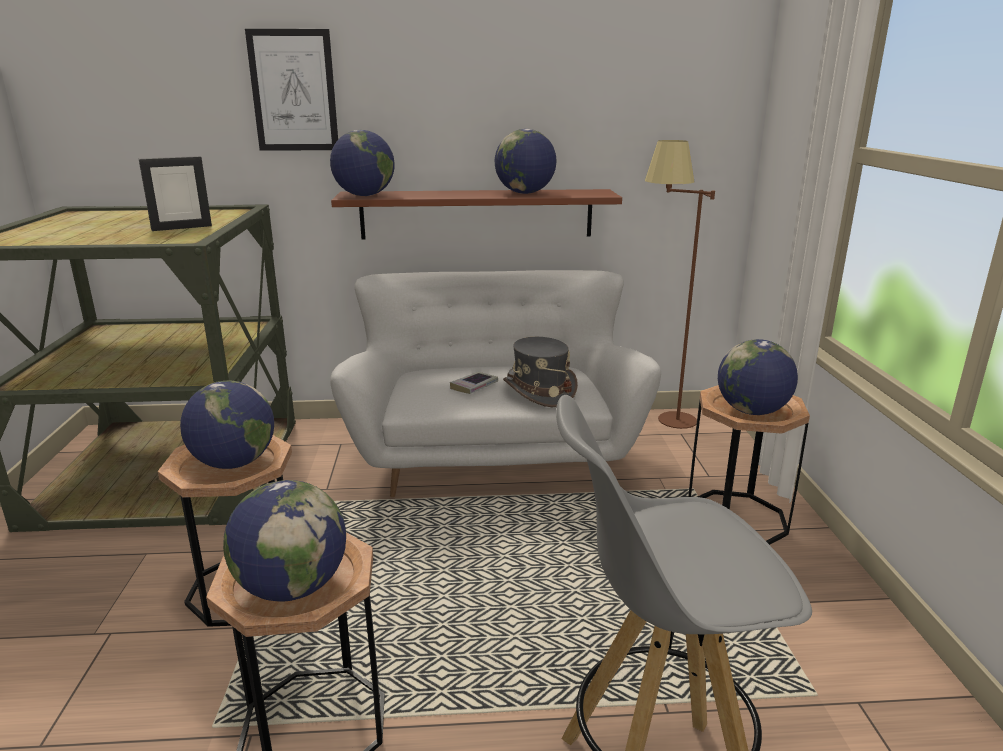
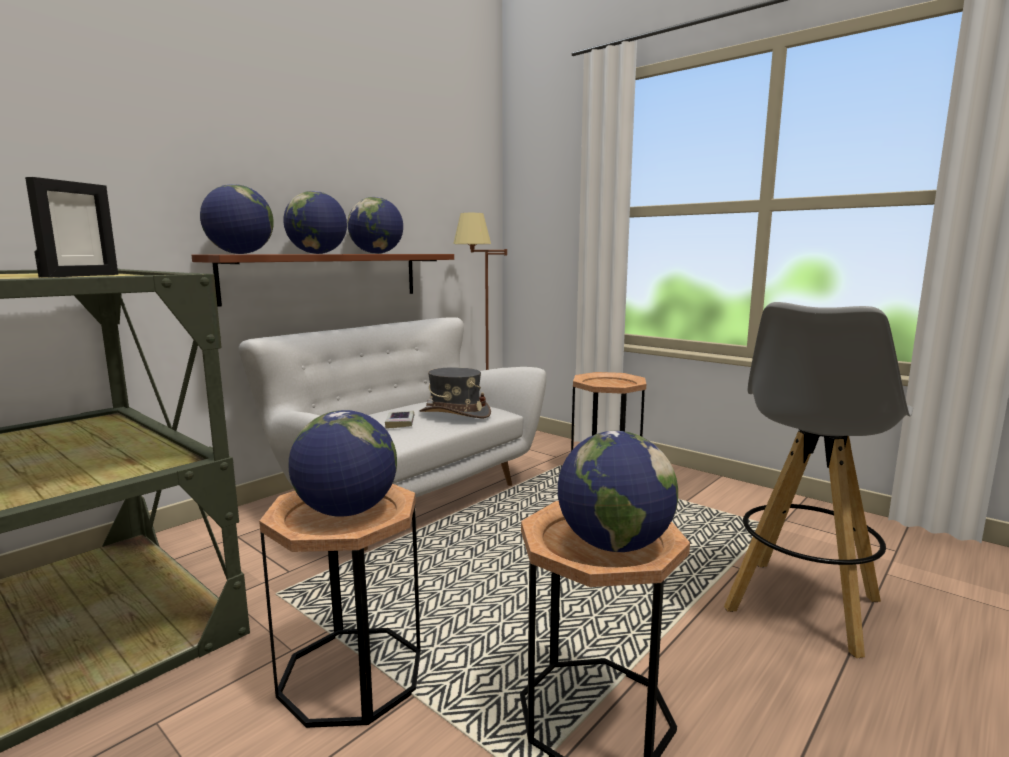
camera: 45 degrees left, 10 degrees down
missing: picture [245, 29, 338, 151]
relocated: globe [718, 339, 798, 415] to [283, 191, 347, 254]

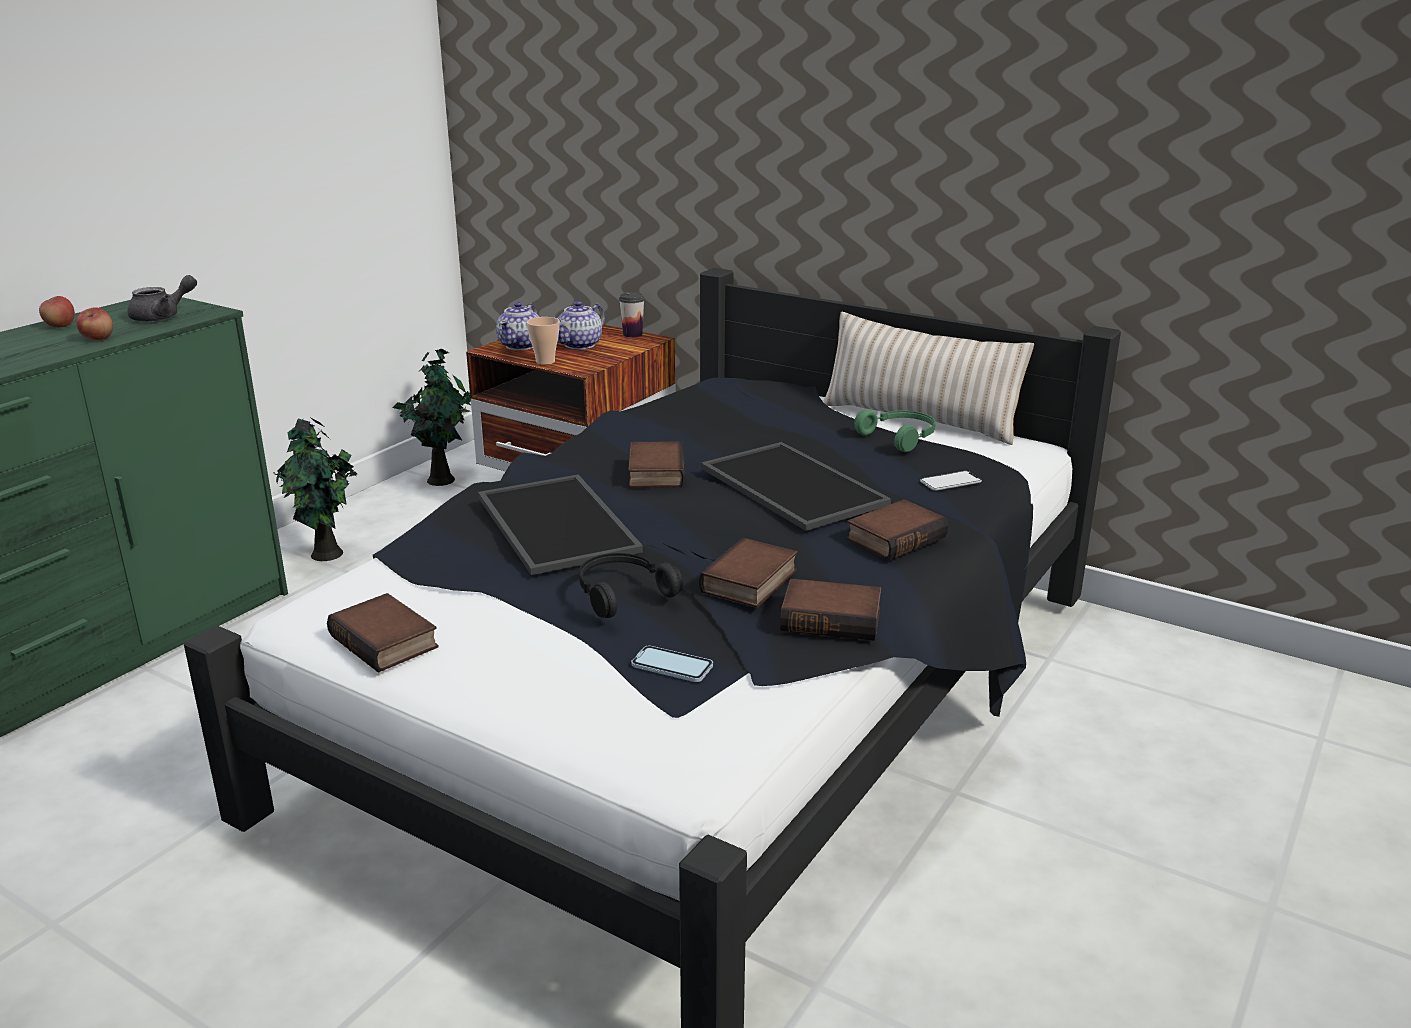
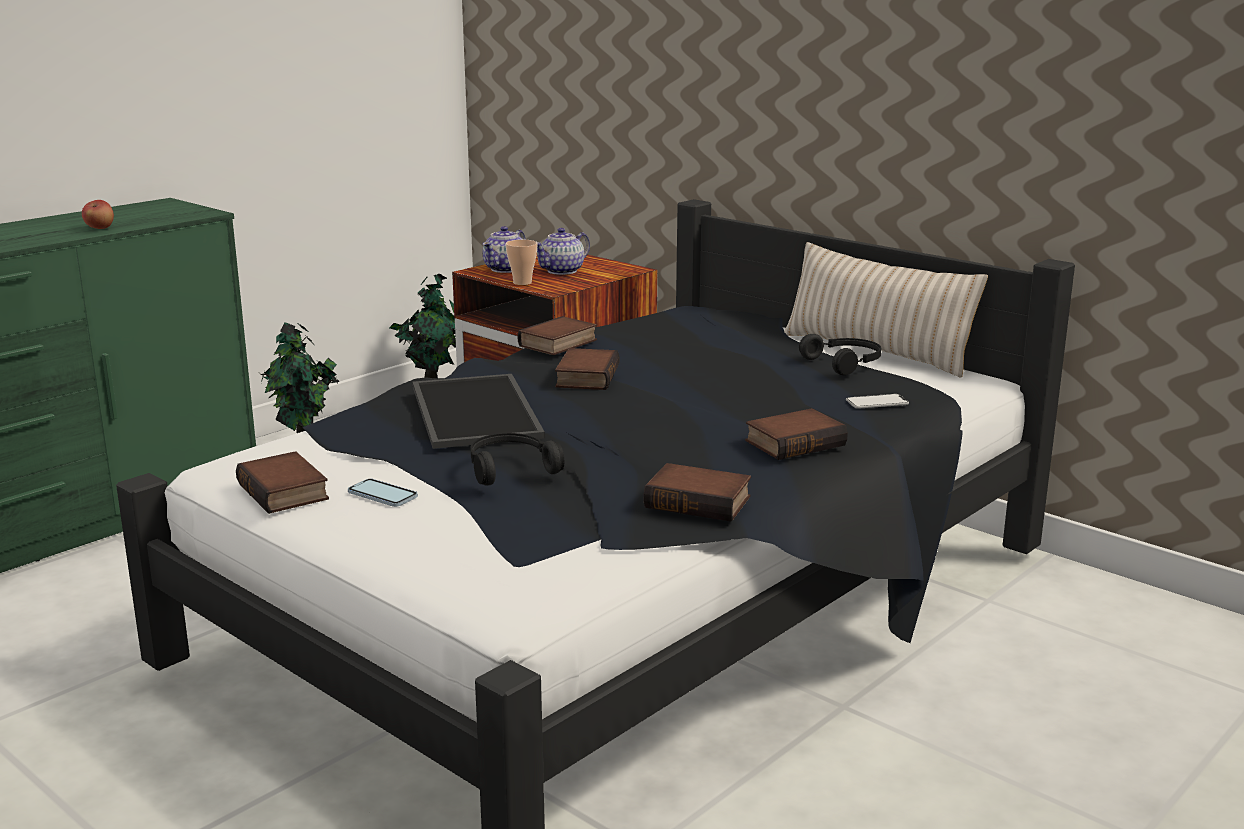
camera: 10 degrees right, 5 degrees down
missing: teapot (grey) [127, 275, 197, 322]; cup [619, 292, 645, 338]; apple [39, 296, 75, 328]; tray [701, 442, 891, 531]
relocated: book [699, 538, 798, 608] to [518, 316, 597, 355]; phone [631, 646, 713, 682] to [348, 479, 418, 507]
colour: headphones (green) [854, 409, 936, 452] to headphones (black) [799, 334, 881, 375]

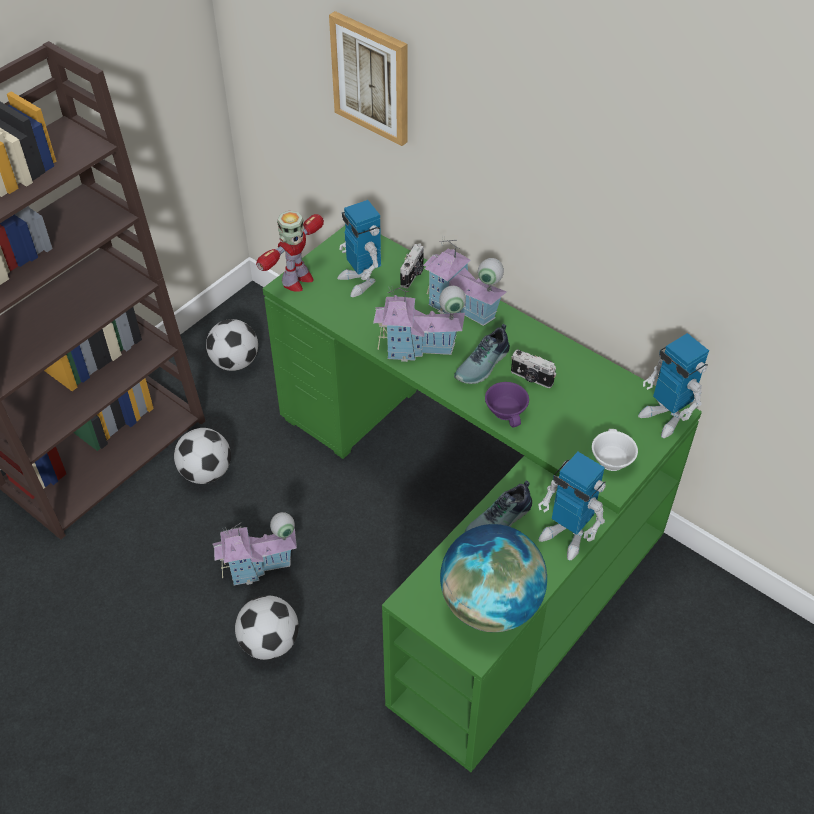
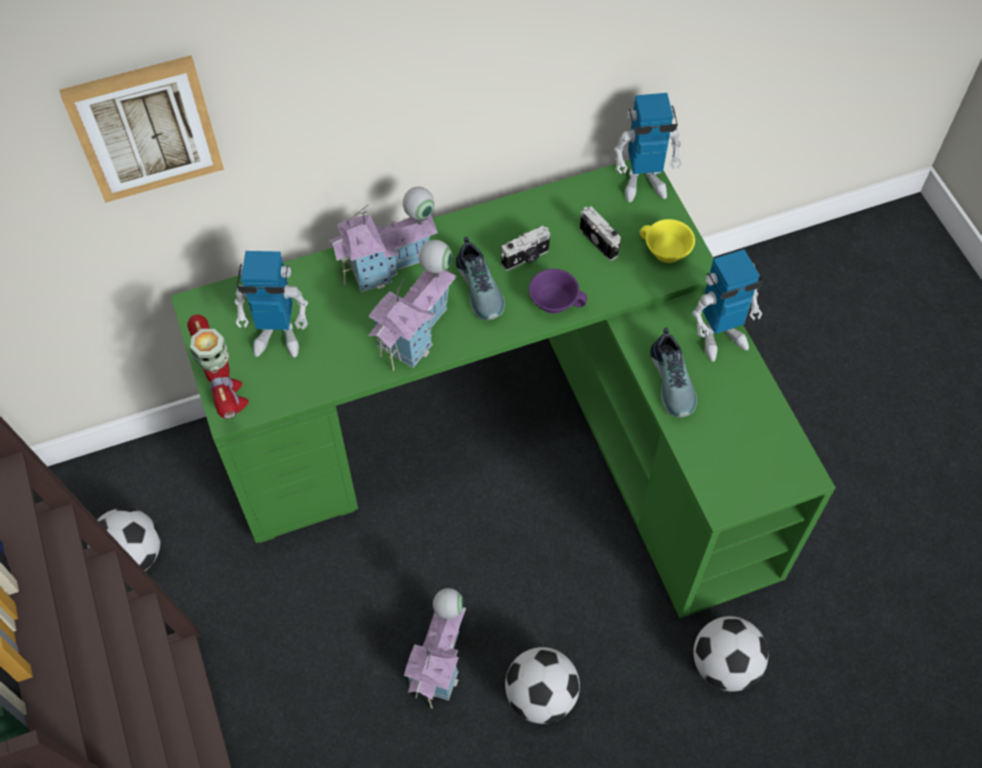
camera: 60 degrees left, 10 degrees up
missing: globe [440, 524, 547, 632]
relocated: photo camera [400, 243, 424, 289] to [580, 206, 621, 261]; football [174, 428, 231, 484] to [693, 616, 768, 691]
colour: cup (white) [592, 429, 638, 471] to cup (yellow) [640, 219, 695, 263]

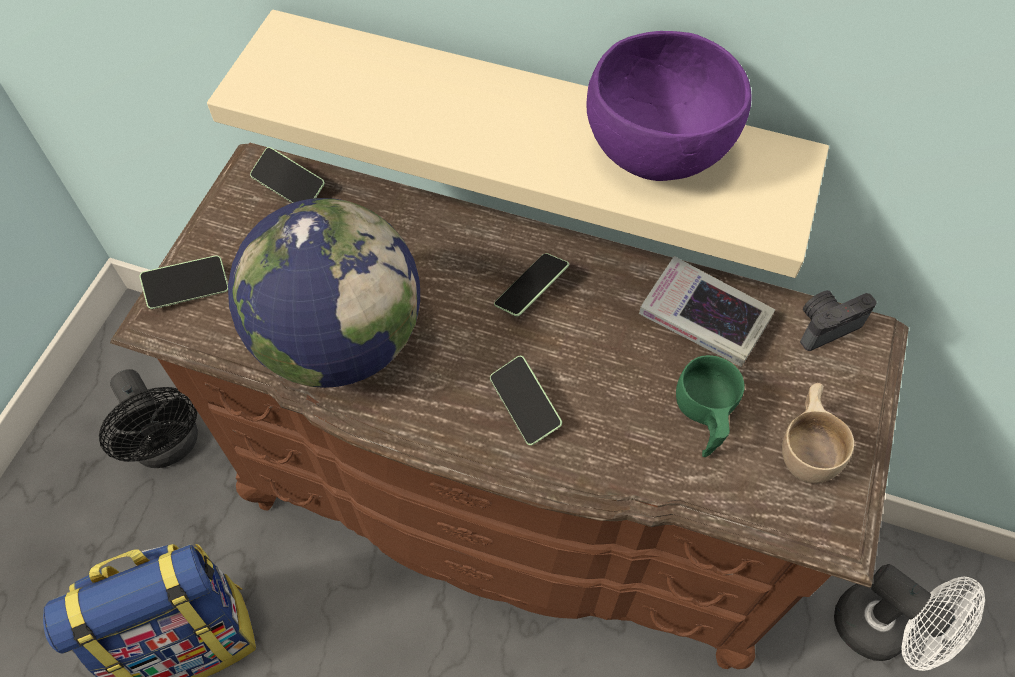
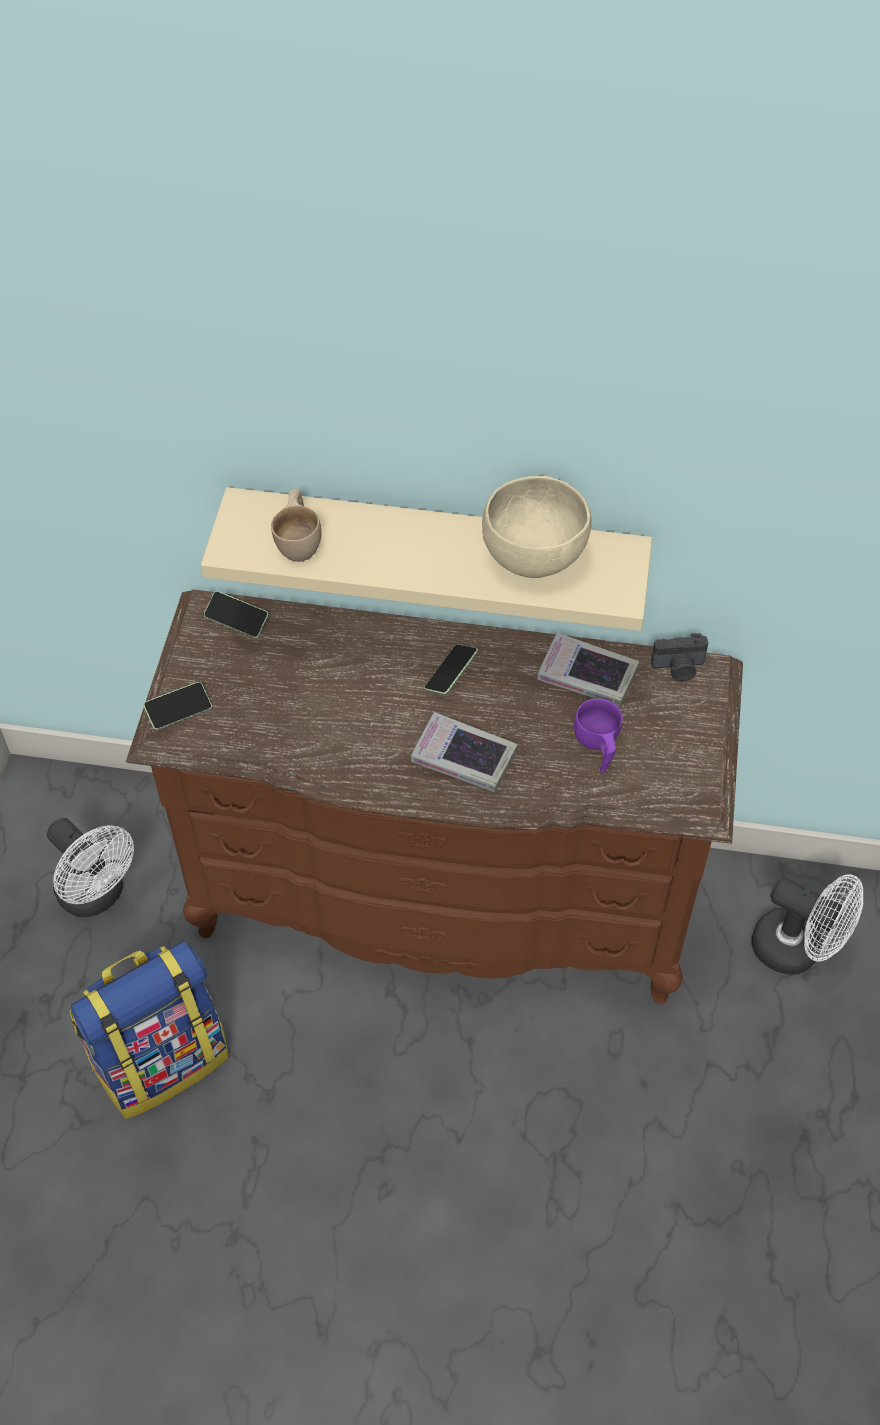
camera: 10 degrees left, 5 degrees down
missing: globe [228, 198, 420, 388]
relocated: cup (beige) [782, 383, 854, 483] to [271, 488, 322, 562]
exchanged: phone [490, 356, 562, 445] to book [411, 712, 518, 792]
colour: bowl (purple) [586, 31, 751, 181] to bowl (beige) [482, 476, 592, 578]; cup (green) [676, 355, 745, 457] to cup (purple) [574, 699, 623, 773]; fan (black) [99, 369, 198, 468] to fan (white) [47, 818, 134, 917]
spun: photo camera [800, 290, 877, 351] = [651, 634, 708, 681] 150 degrees counterclockwise

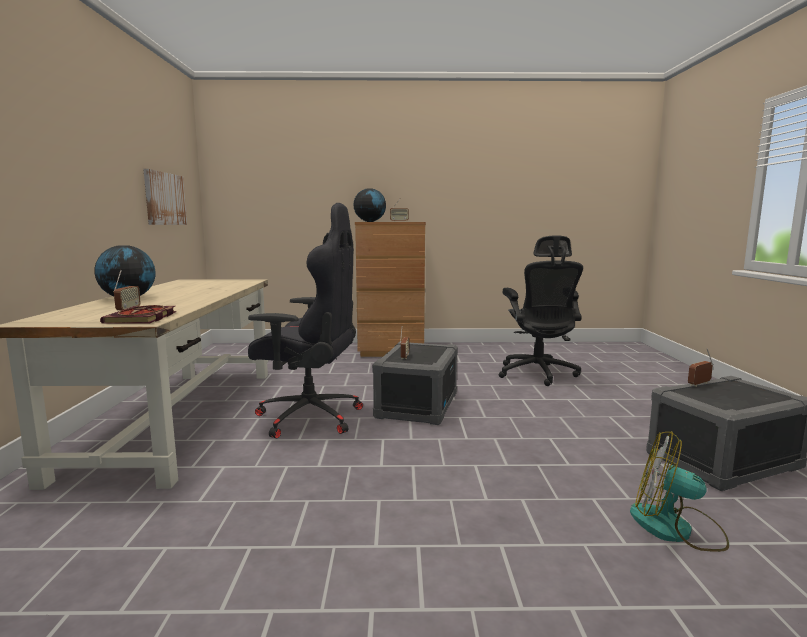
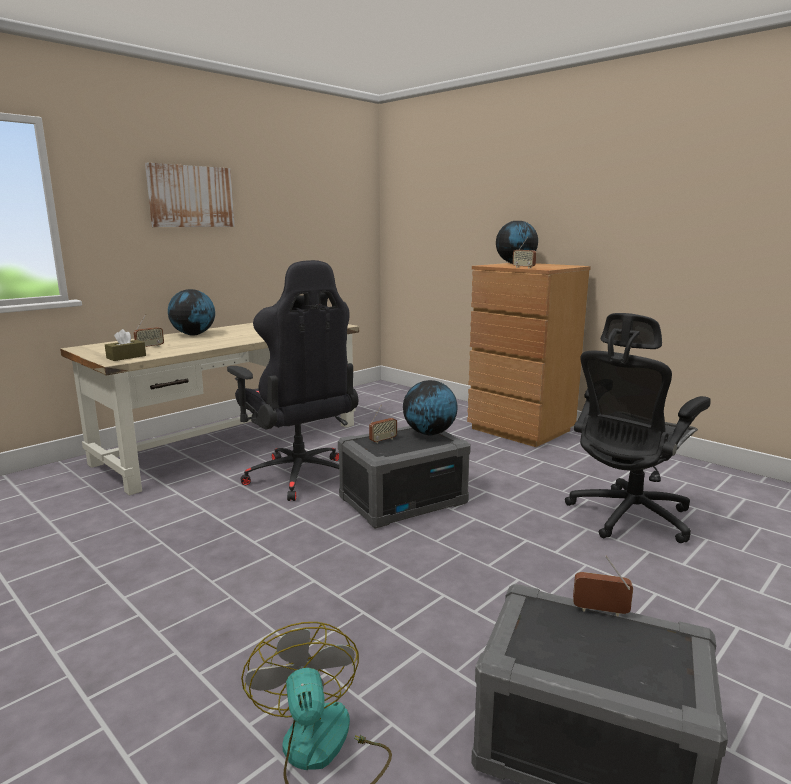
camera: 45 degrees right, 5 degrees up
appeared: globe [403, 380, 458, 435]
relocated: picture [143, 169, 187, 225] to [145, 163, 235, 227]
exchanged: book [100, 305, 177, 323] to tissue box (brown) [105, 329, 146, 361]

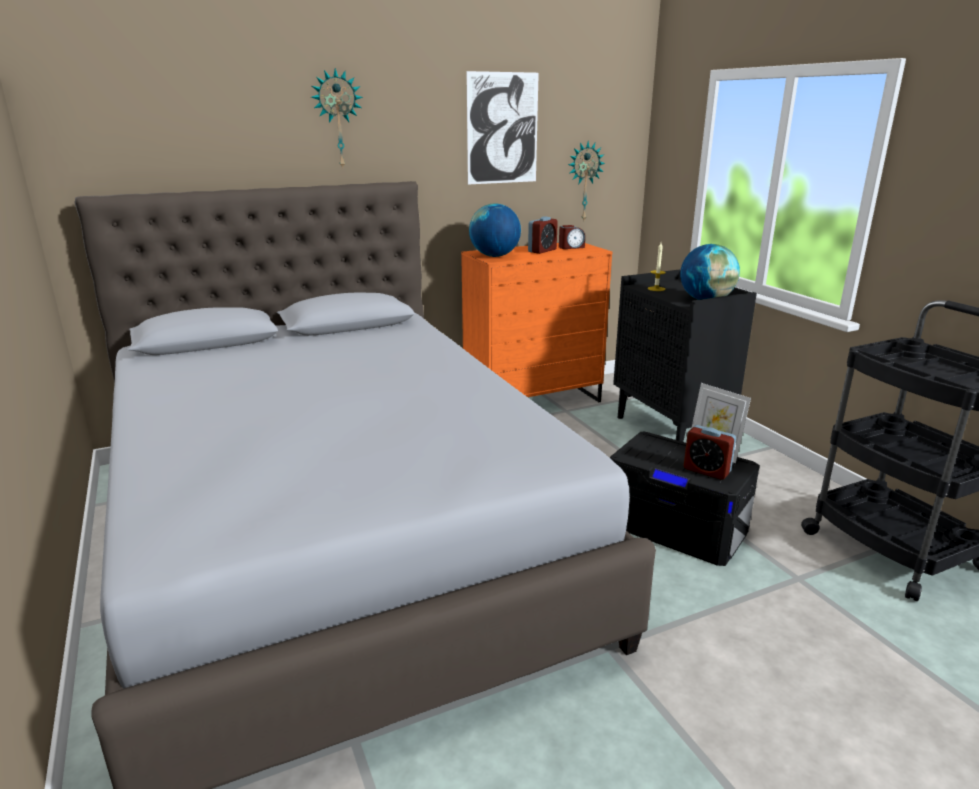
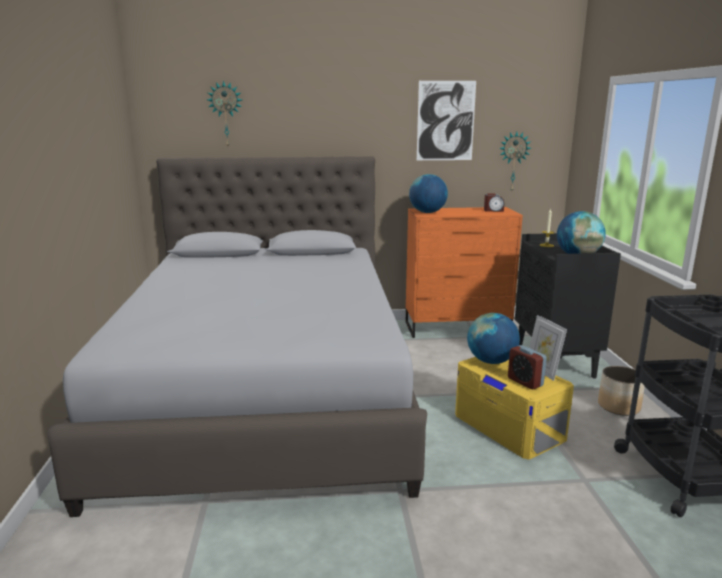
camera: 20 degrees right, 5 degrees down
missing: alarm clock [528, 216, 558, 254]
appeared: globe [467, 313, 520, 364]; planter [598, 366, 645, 416]
relocated: wall clock [311, 68, 363, 170] to [207, 80, 242, 146]
colour: storage box (black) [610, 432, 760, 566] to storage box (yellow) [455, 357, 574, 460]

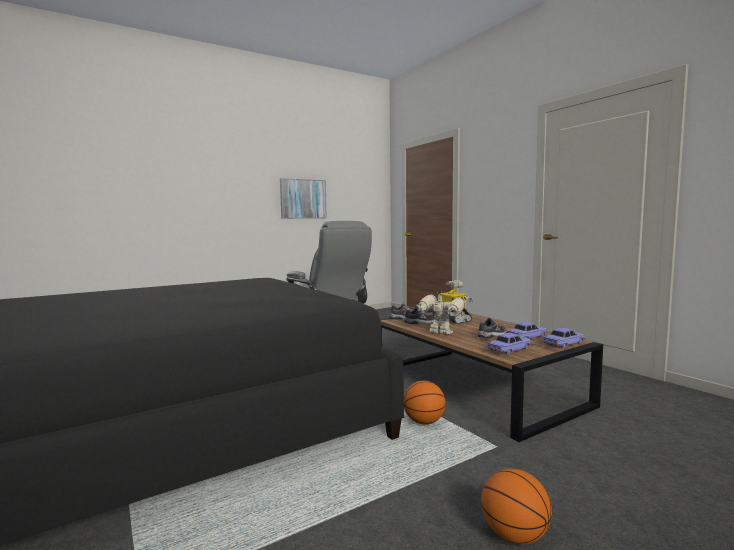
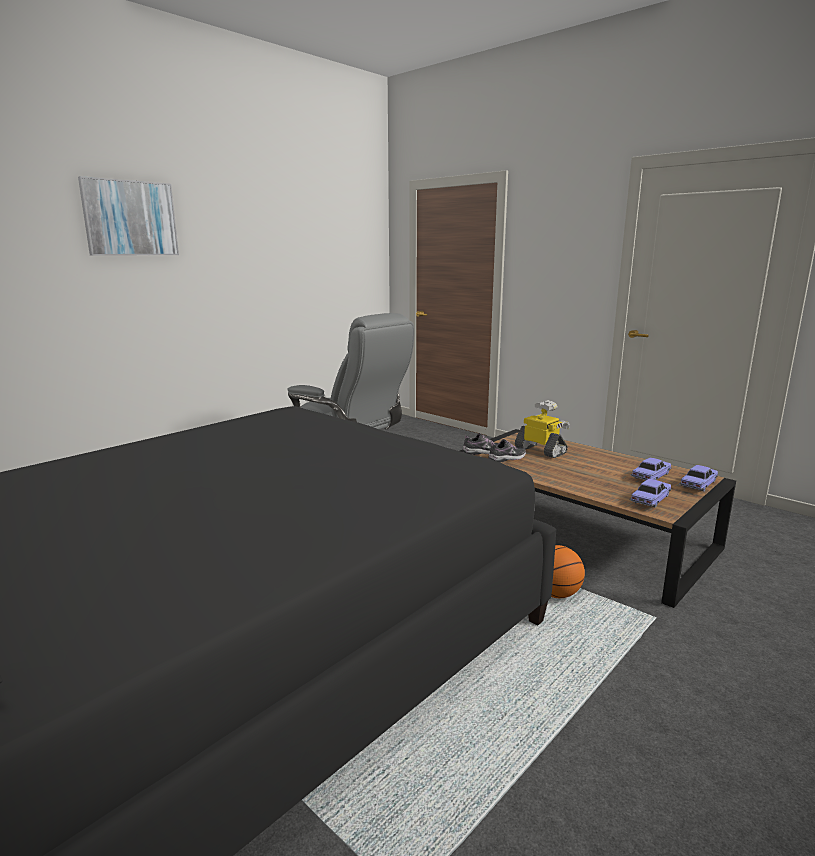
camera: 15 degrees left, 10 degrees up
missing: toy robot [416, 292, 465, 334]; shoe [478, 318, 506, 338]; basketball [481, 469, 552, 545]
relocated: picture [280, 178, 327, 219] to [78, 176, 179, 256]

